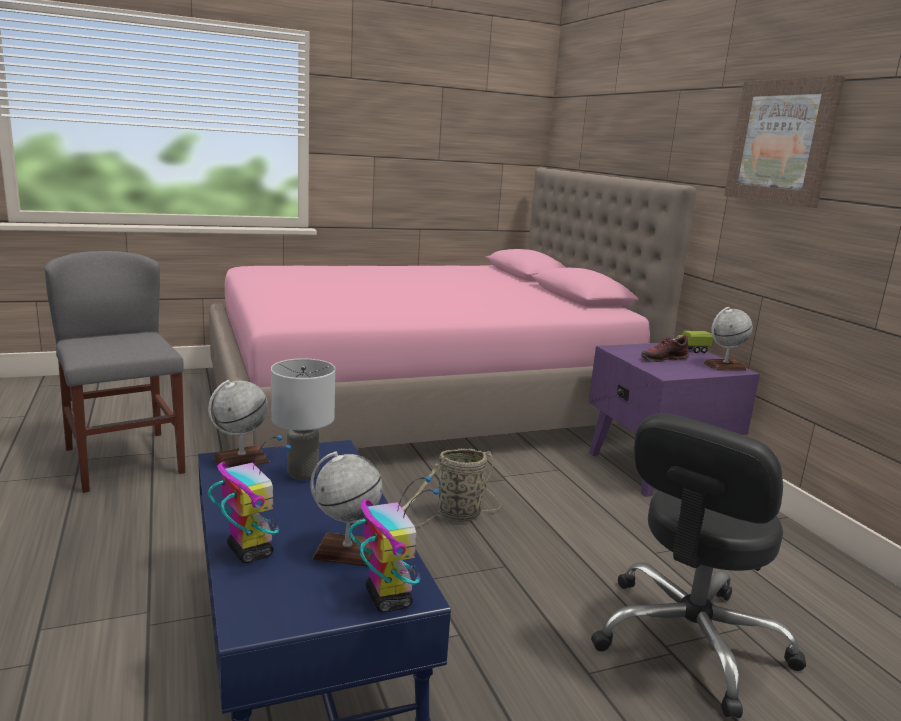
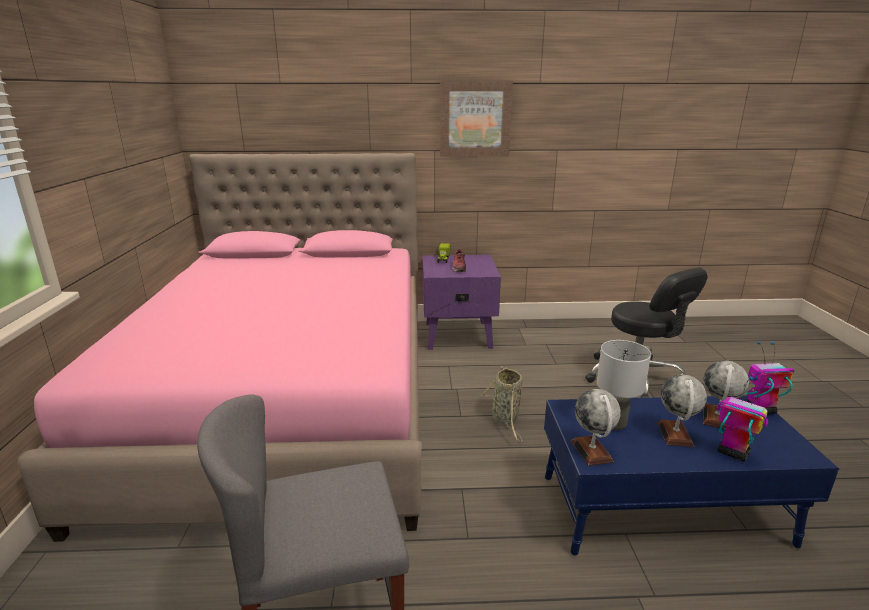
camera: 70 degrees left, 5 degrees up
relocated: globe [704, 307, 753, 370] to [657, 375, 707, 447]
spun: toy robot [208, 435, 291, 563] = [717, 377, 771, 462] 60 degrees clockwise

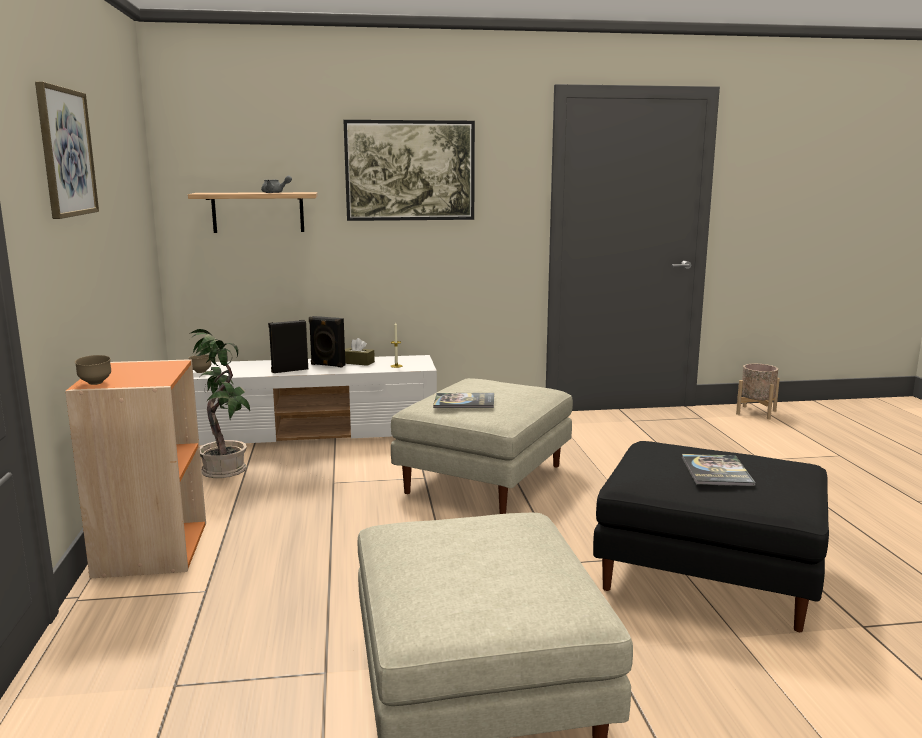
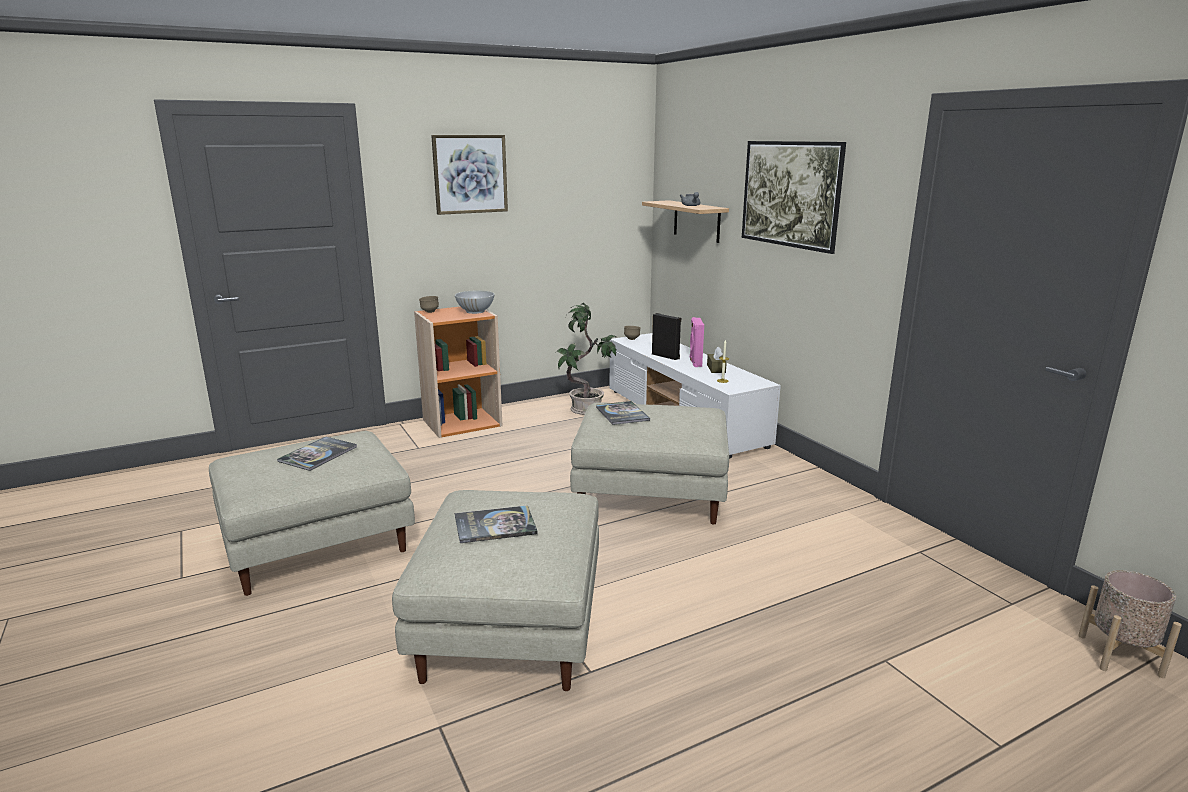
camera: 70 degrees right, 5 degrees up
appeared: bowl (white) [455, 291, 495, 314]; book [277, 437, 357, 471]
colour: speaker (black) [309, 316, 345, 367] to speaker (pink) [690, 317, 704, 367]; ottoman (black) [593, 441, 829, 632] to ottoman (beige) [392, 490, 599, 691]

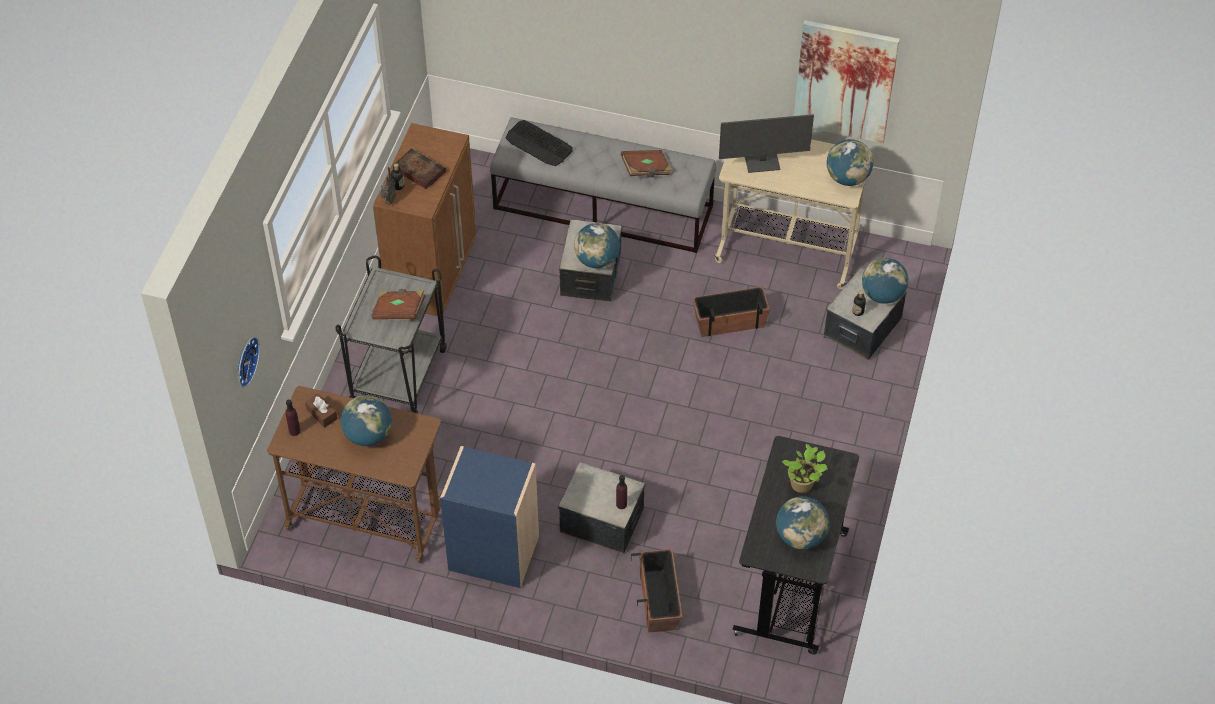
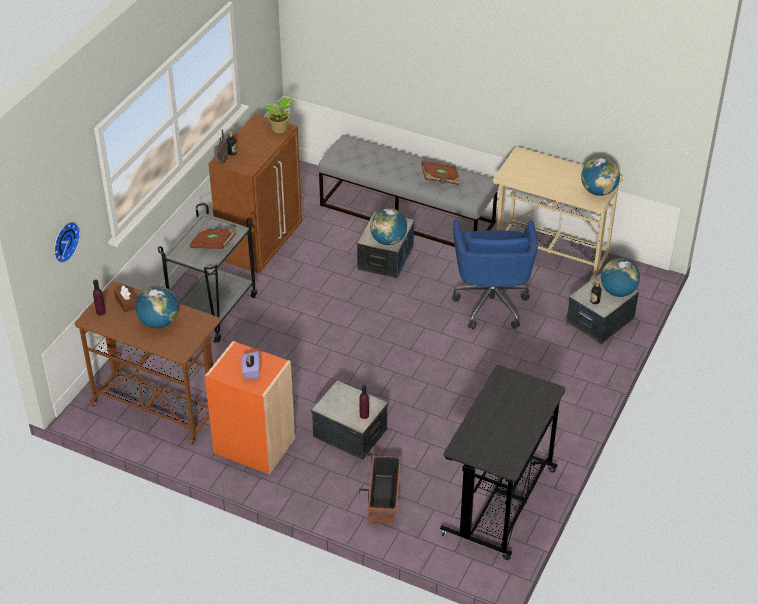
camera: 10 degrees right, 10 degrees down
missing: picture [794, 20, 900, 143]; monitor [719, 114, 814, 173]; keyboard [505, 120, 573, 166]; book [393, 148, 446, 190]; globe [776, 496, 830, 549]
appeared: tissue box (purple) [242, 351, 260, 379]
relocated: potted plant [782, 444, 827, 493] to [264, 97, 292, 134]
exchanged: planter [692, 286, 770, 337] to office chair (blue) [452, 220, 538, 329]
colour: bookcase (blue) [440, 446, 539, 588] to bookcase (orange) [205, 341, 295, 475]

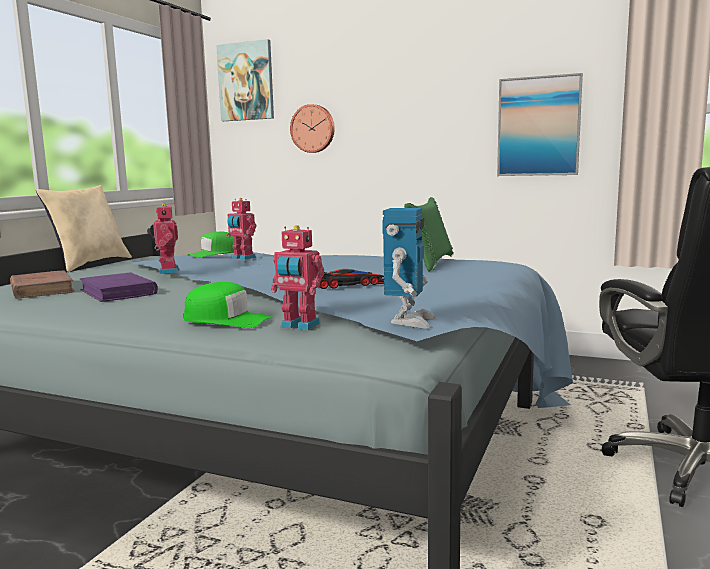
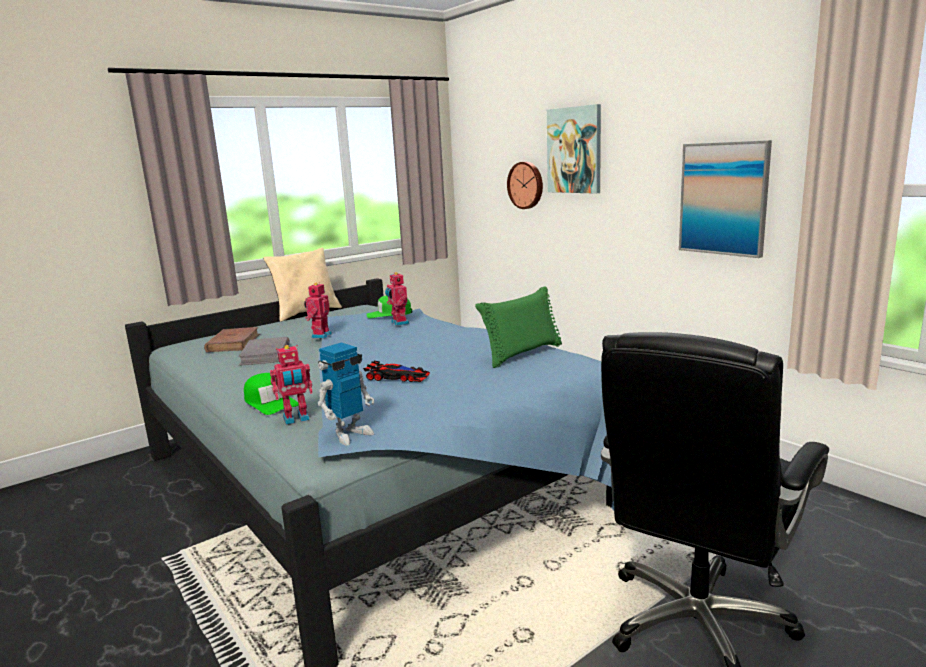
camera: 30 degrees right, 5 degrees up
relocated: picture [216, 39, 274, 121] to [547, 104, 601, 194]
colour: book (purple) [80, 272, 158, 302] to book (grey) [238, 337, 290, 365]
spun: toy robot [271, 225, 324, 330] = [270, 345, 313, 425] 75 degrees counterclockwise

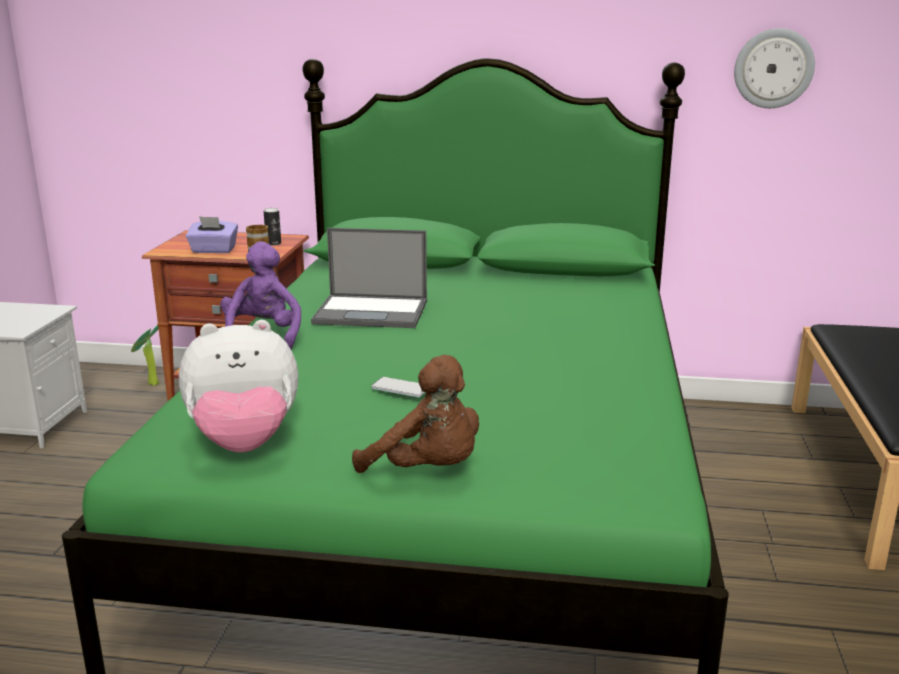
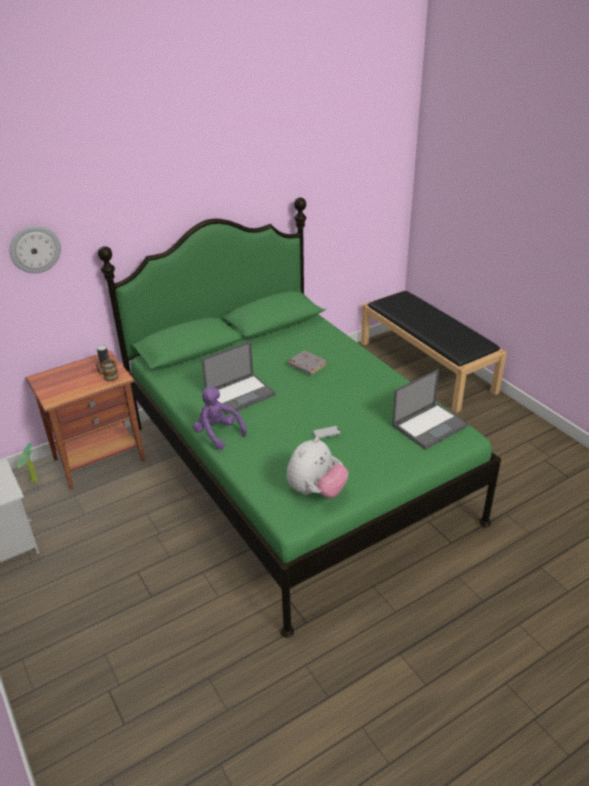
camera: 40 degrees left, 15 degrees up
missing: tissue box (purple) [186, 216, 238, 253]; plush toy (brown) [352, 354, 479, 473]
appeared: book (grey) [288, 351, 327, 375]; laptop [392, 369, 469, 450]
relocated: wall clock [734, 28, 815, 108] to [10, 226, 61, 273]

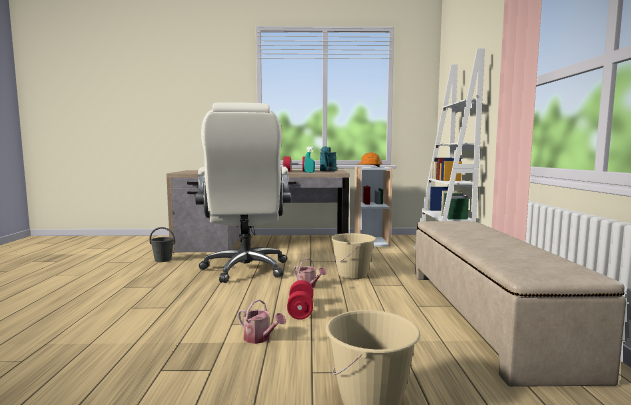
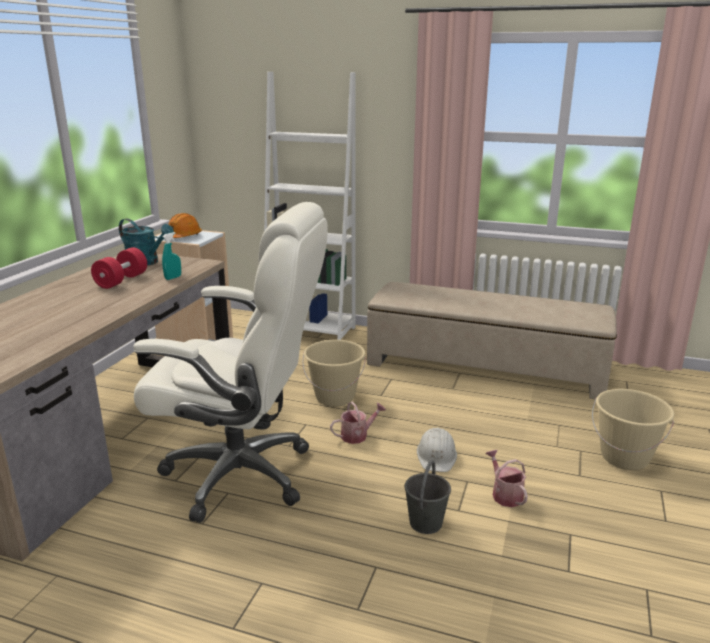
camera: 70 degrees left, 15 degrees up
relocated: bucket (grey) [149, 227, 175, 262] to [405, 460, 451, 534]
exchanged: dumbbell (red) [287, 280, 313, 320] to hard hat (white) [417, 428, 457, 472]
spun: watering can [238, 299, 286, 344] = [486, 450, 528, 507] 75 degrees counterclockwise

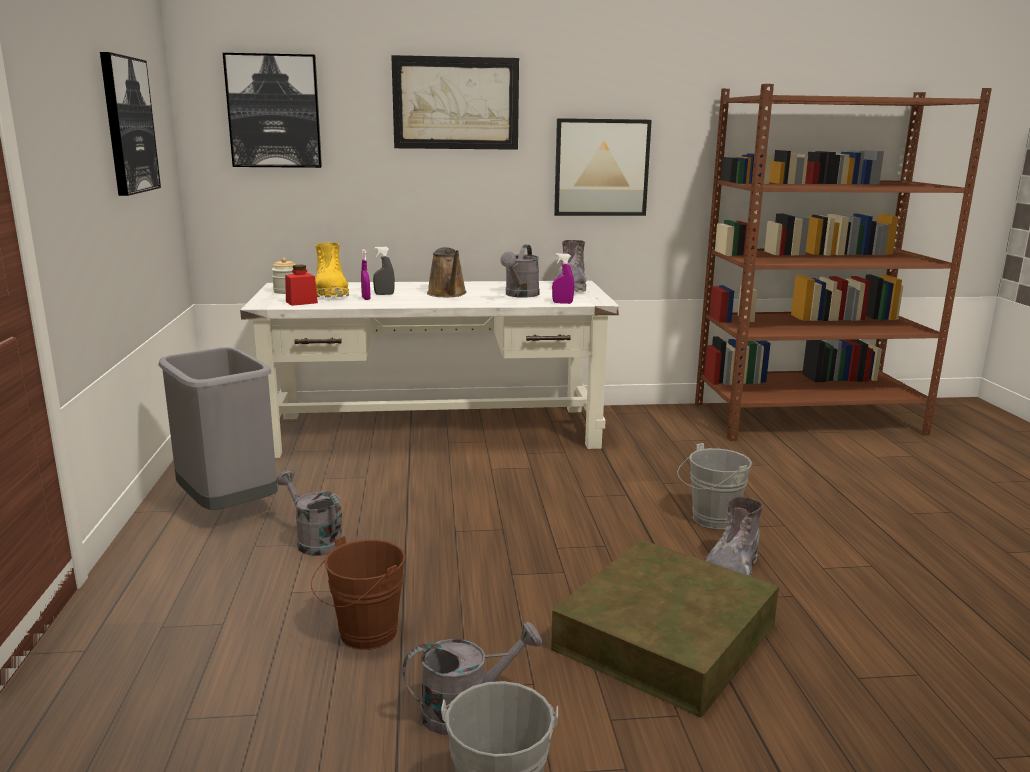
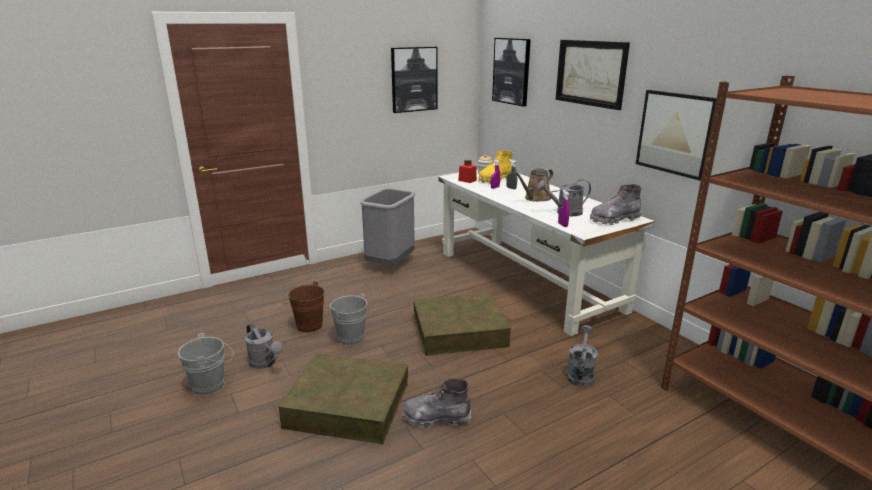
camera: 65 degrees right, 5 degrees up
appeared: storage box (brown) [414, 293, 511, 356]
relocated: bucket (grey) [677, 443, 752, 529] to [325, 293, 367, 346]; watering can (grey) [276, 470, 342, 556] to [566, 325, 598, 386]

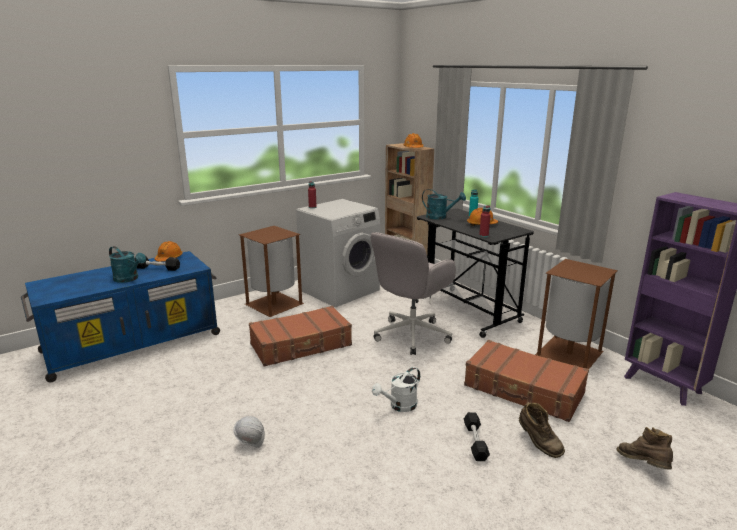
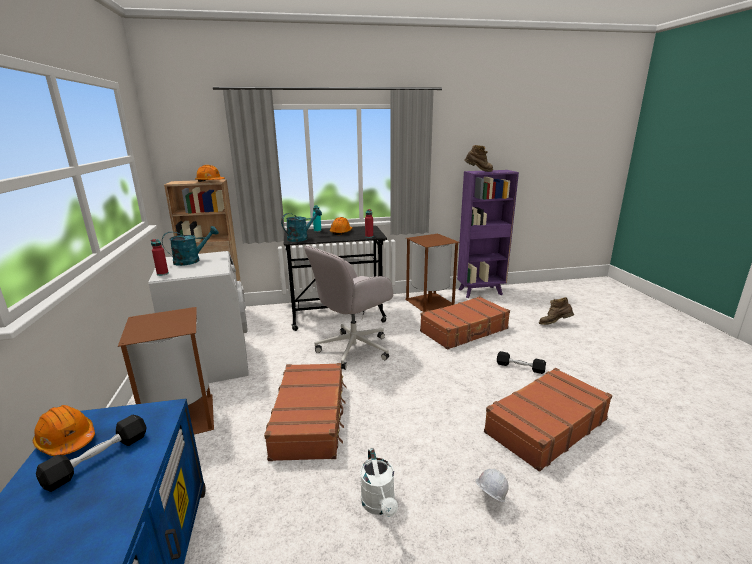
camera: 65 degrees left, 0 degrees up
appeared: suitcase (brown) [484, 368, 612, 472]
relocated: watering can (turquoise) [109, 246, 146, 283] to [162, 226, 219, 266]; watering can (white) [372, 367, 420, 412] to [360, 448, 398, 517]; boot (brown) [519, 402, 565, 458] to [464, 145, 493, 172]
spun: office chair (grey) [371, 232, 456, 355] = [305, 246, 393, 370] 75 degrees clockwise

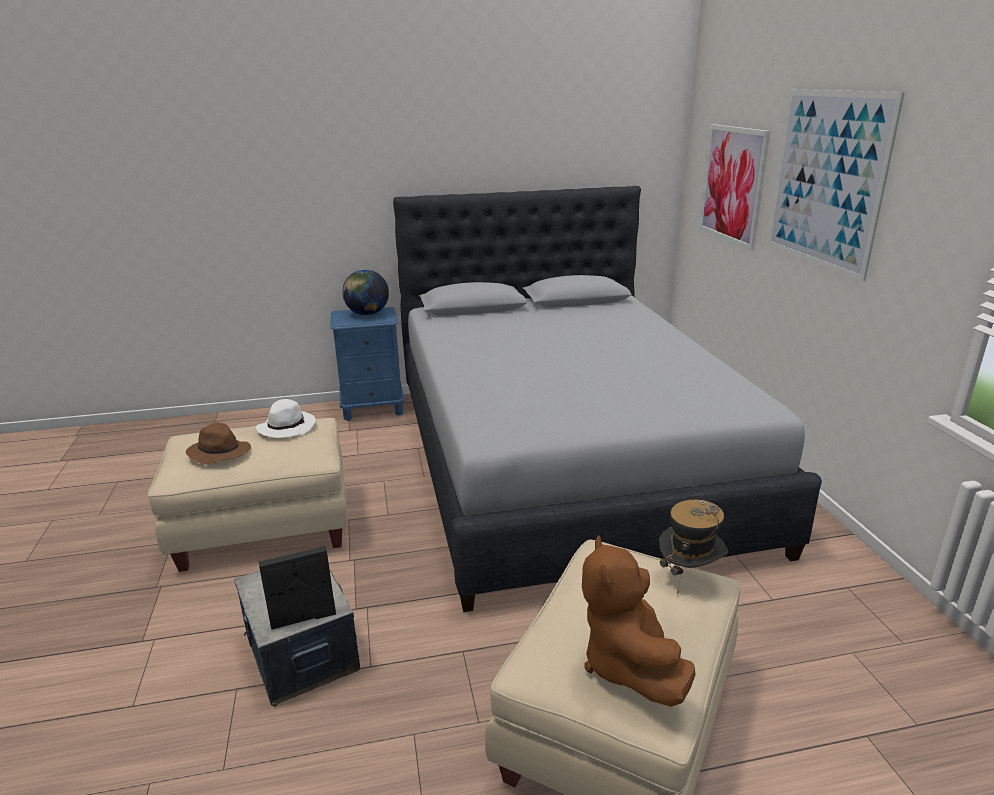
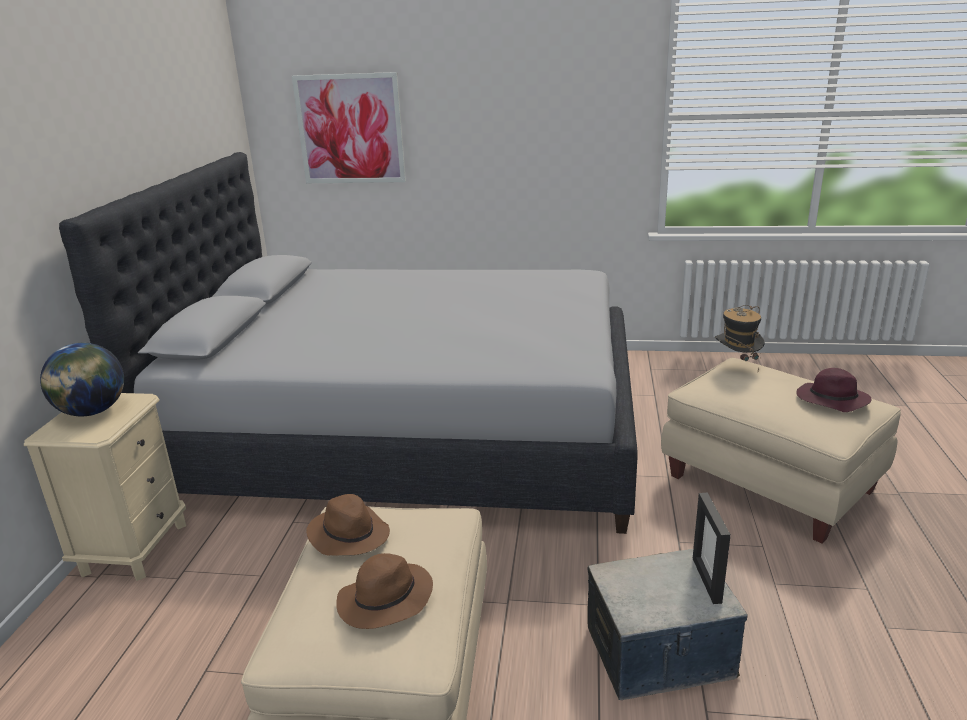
camera: 70 degrees left, 0 degrees up
missing: picture [768, 90, 905, 282]
exchanged: plush toy (brown) [582, 535, 696, 707] to hat (purple) [796, 368, 872, 412]
colour: nightstand (blue) [330, 307, 404, 421] to nightstand (beige) [24, 393, 186, 581]; hat (white) [256, 399, 316, 438] to hat (brown) [306, 494, 390, 556]

